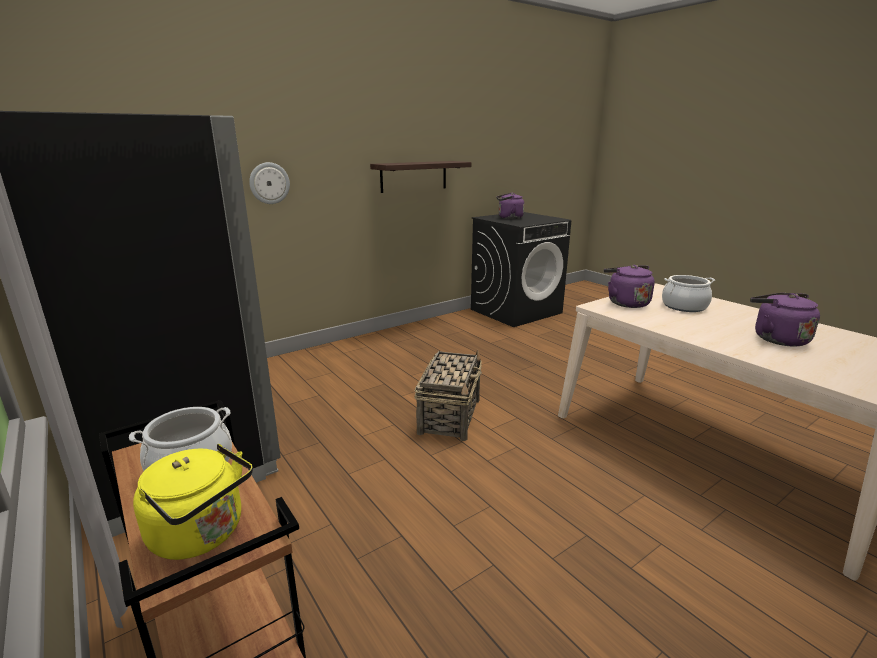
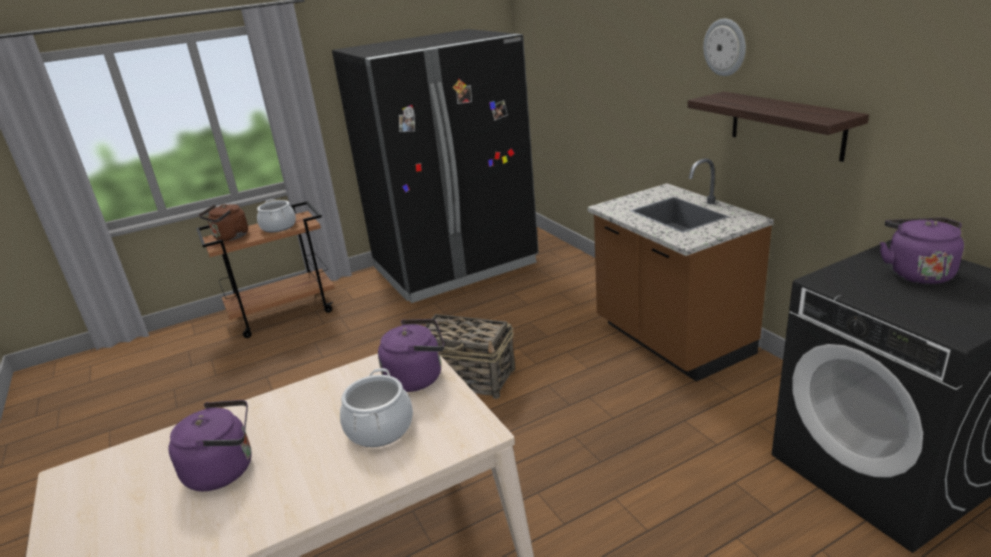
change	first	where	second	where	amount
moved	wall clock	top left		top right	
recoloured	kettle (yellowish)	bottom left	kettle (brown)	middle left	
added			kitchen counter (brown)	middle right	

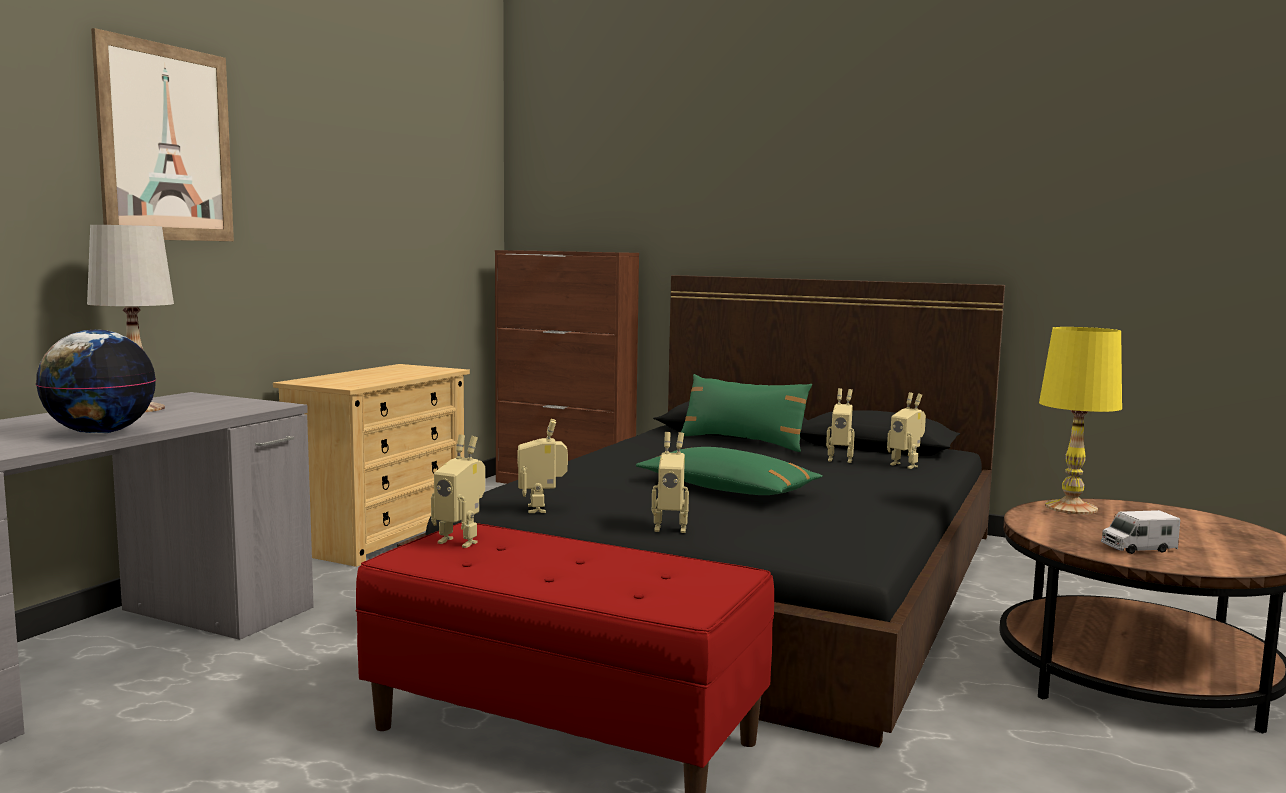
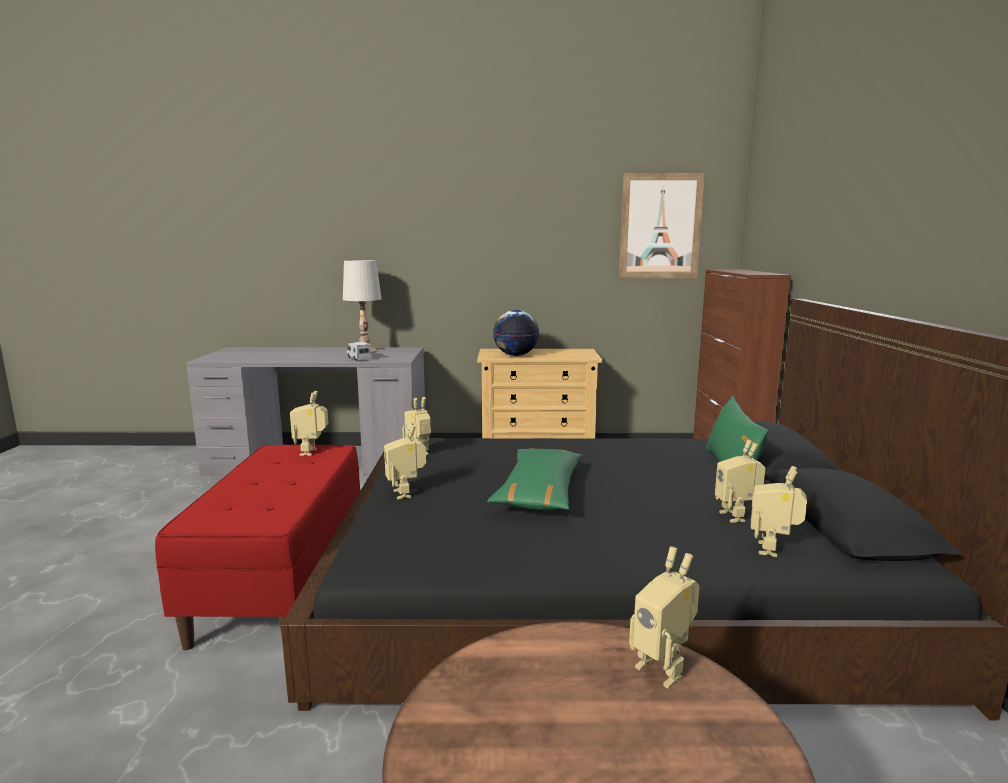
change	first	where	second	where	amount
moved	picture	top left		top centre	
replaced	table lamp (yellowish)	middle right	robot figure (4th from left)	bottom centre	
moved	globe	middle left		centre	
moved	model truck	bottom right		centre	

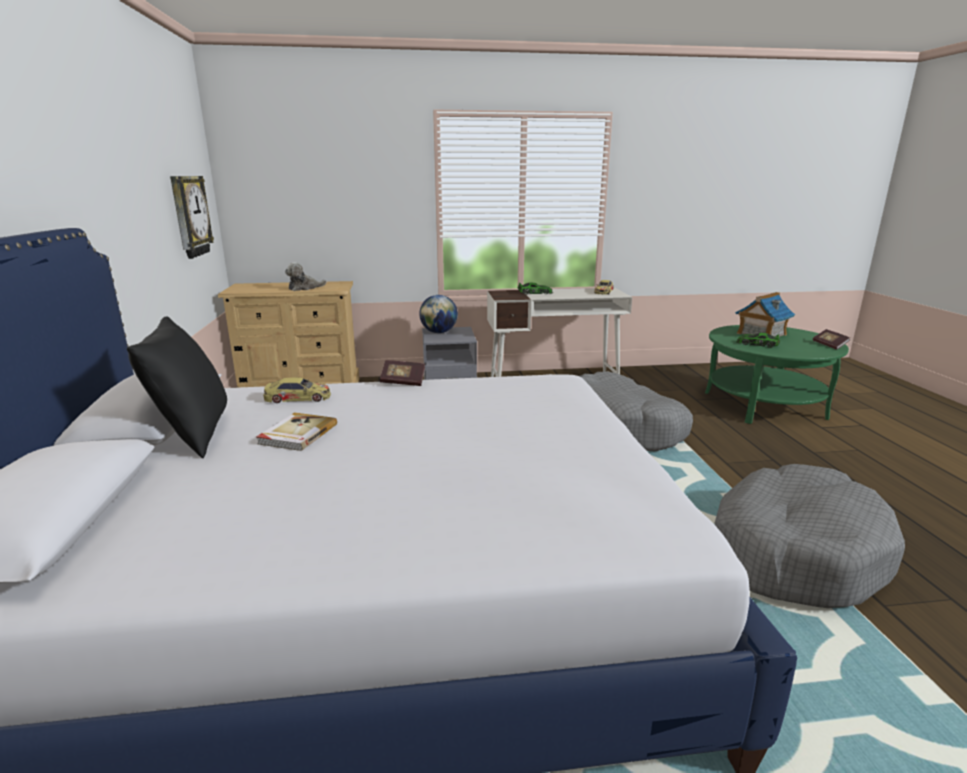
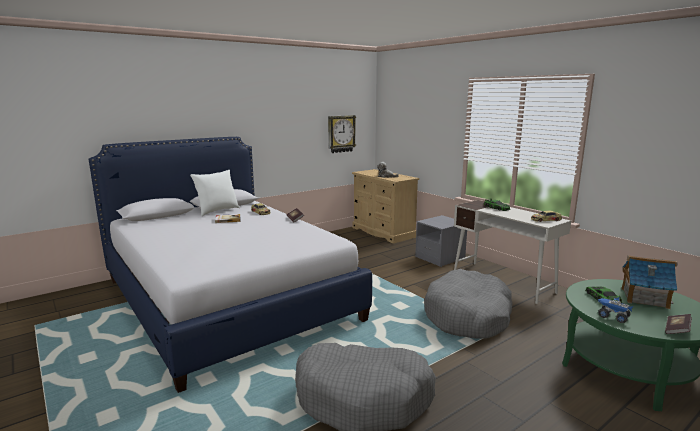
change	first	where	second	where	amount
removed	globe	centre			
recoloured	throw pillow (black)	middle left	throw pillow (whitish)	middle left	
added			model truck	bottom right	

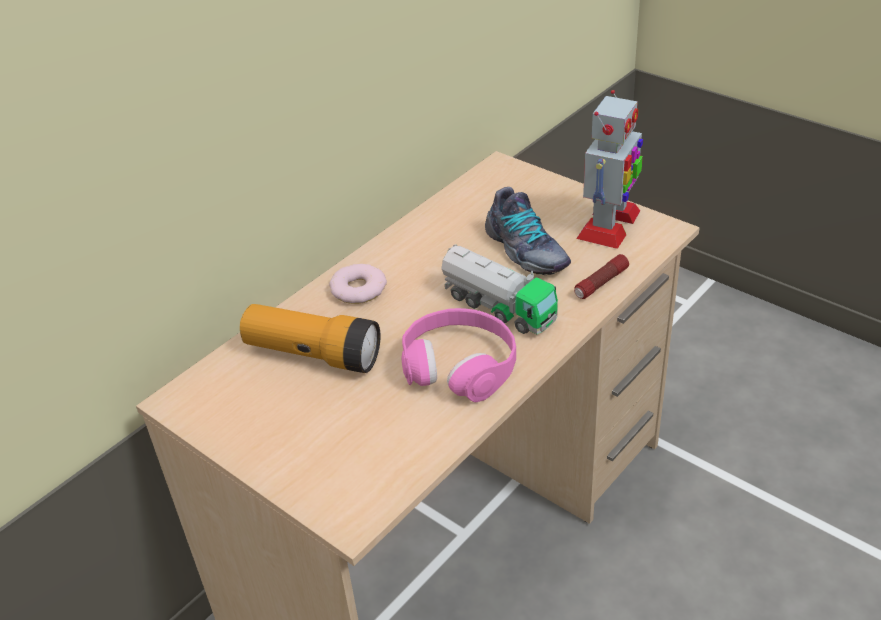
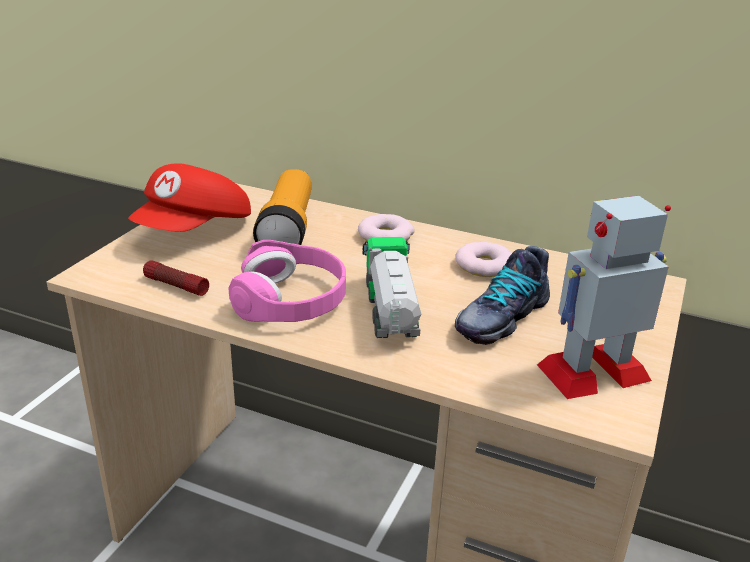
change	first	where	second	where	amount
turned	robot figure	top right		middle right	150 degrees clockwise
turned	model truck	centre		centre	150 degrees clockwise
moved	torch (2nd from left in the first image)	middle right	torch (1st from left)	middle left	
added			cap (reddish)	middle left	
added			donut (2nd from left)	centre	

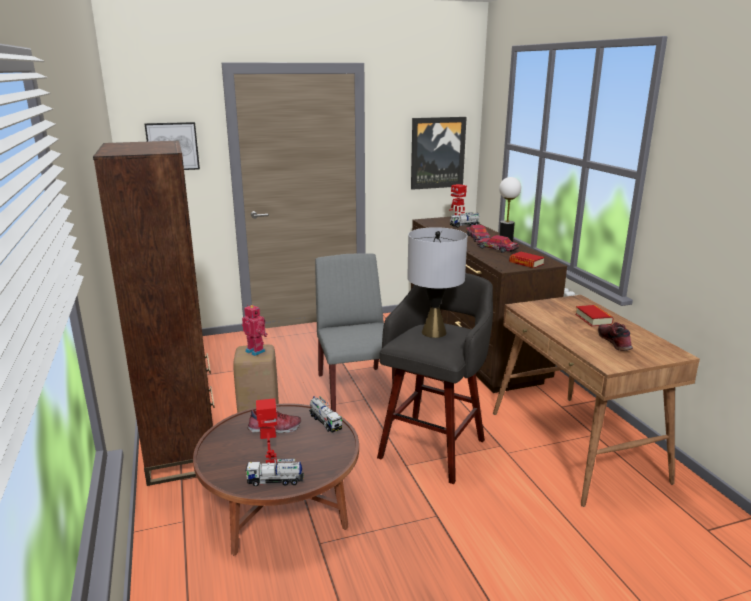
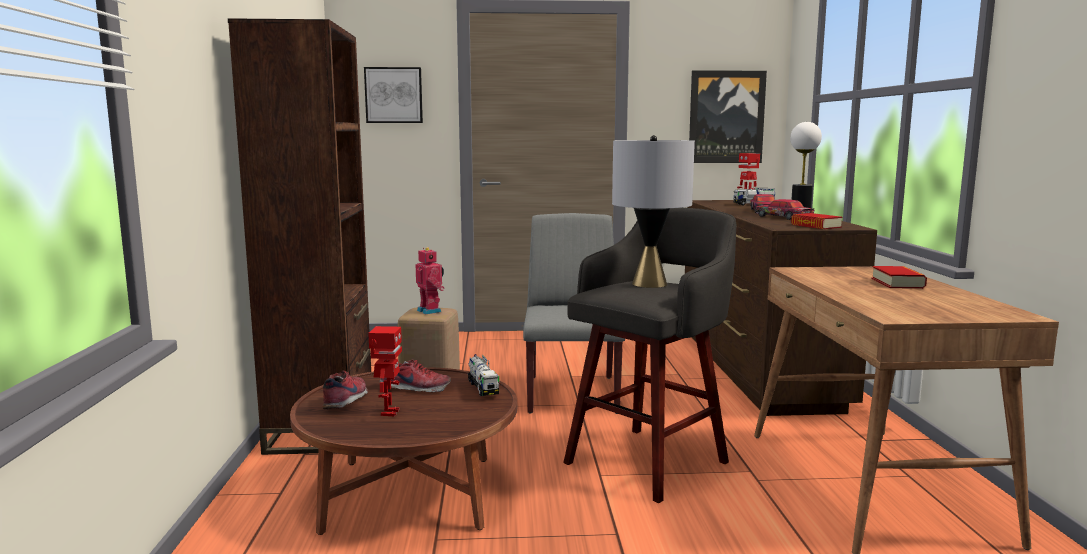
change	first	where	second	where	amount
moved	low shoe (2nd from left in the first image)	middle right	low shoe (1st from left)	bottom left	
removed	model truck (1st from left)	bottom centre			

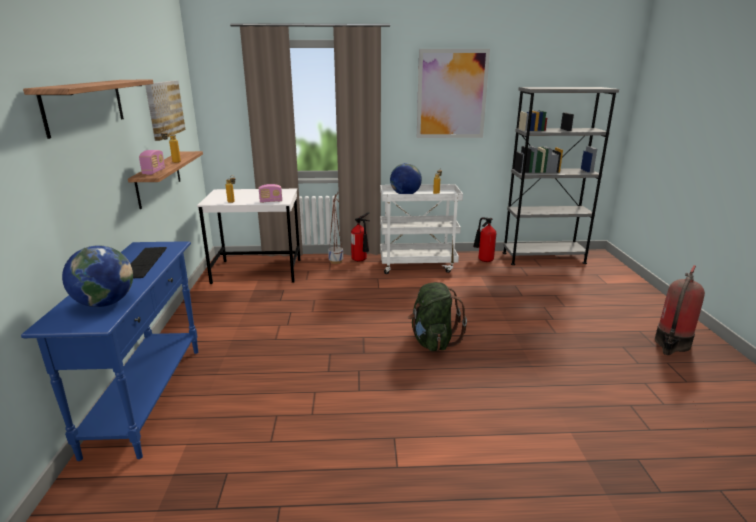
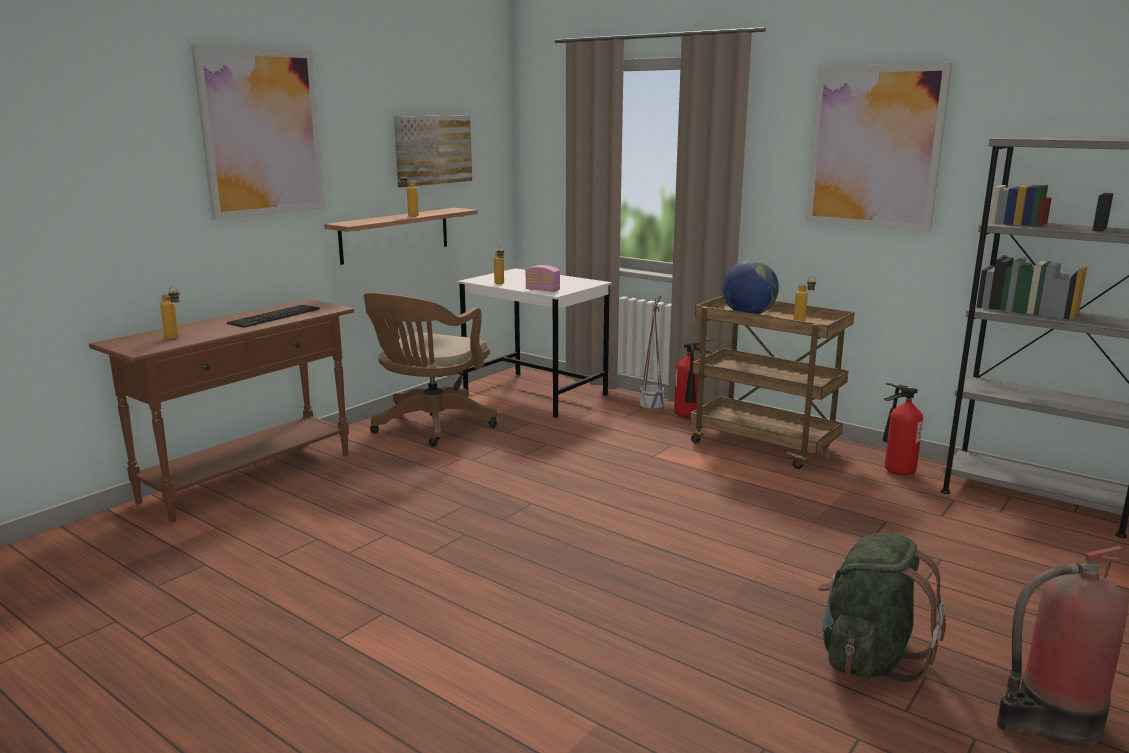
change	first	where	second	where	amount
replaced	shelf (1st from left)	top left	picture (1st from left)	top left	
removed	radio set (1st from left)	top left			
recoloured	cart (whitish)	centre	cart (brown)	middle right	
recoloured	narrow table (bluish)	bottom left	narrow table (brown)	middle left	
replaced	globe (1st from left)	middle left	bottle (1st from left)	middle left	
moved	knapsack (green)	centre		bottom right	
added			office chair (brown)	centre	

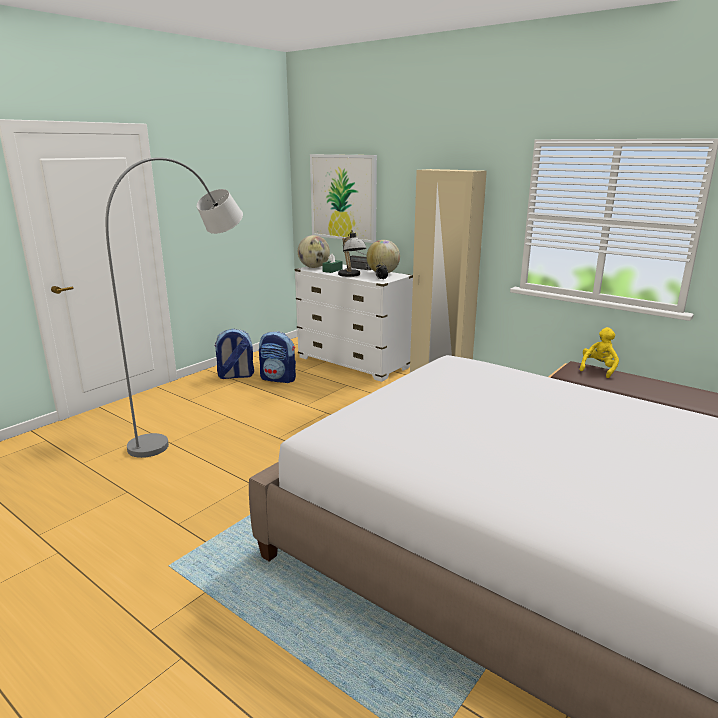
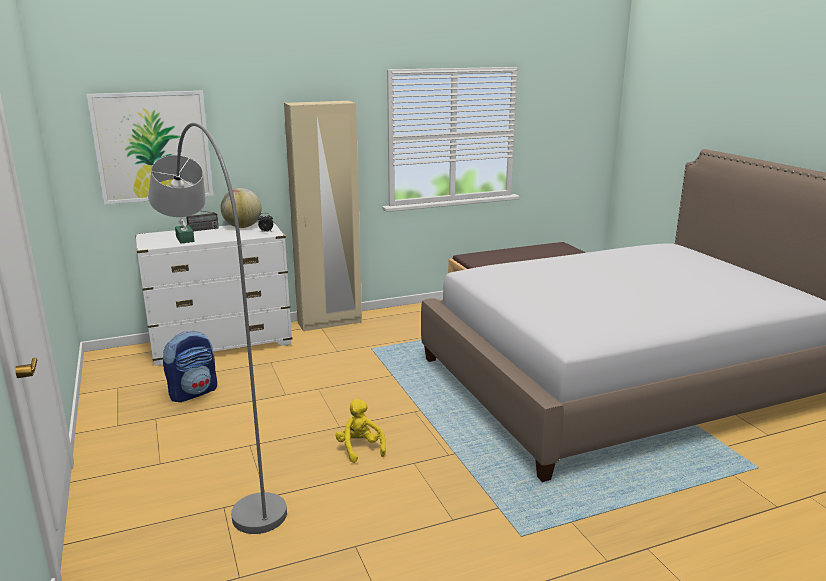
change	first	where	second	where	amount
removed	table lamp	centre			
removed	globe (1st from left)	centre			
moved	cuddly toy (yellowish)	middle right		bottom centre	
removed	knapsack (1st from left)	middle left			

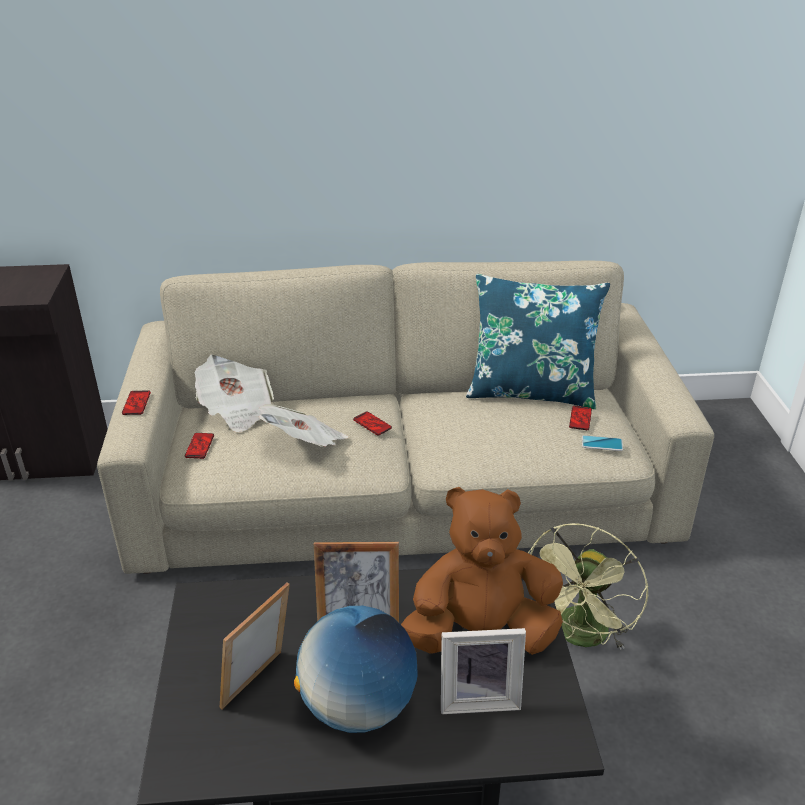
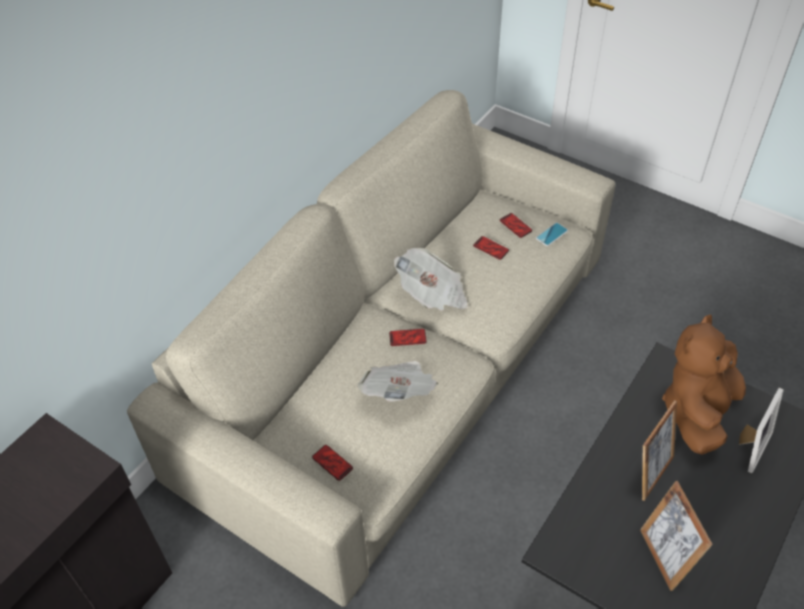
change	first	where	second	where	amount
removed	throw pillow (bluish)	middle right			
moved	newspaper (1st from left in the first image)	middle left	newspaper (2nd from left)	centre	
moved	telephone (1st from left in the first image)	middle left	telephone (3rd from left)	centre	
removed	electric fan (green)	bottom right			
removed	globe	bottom centre			

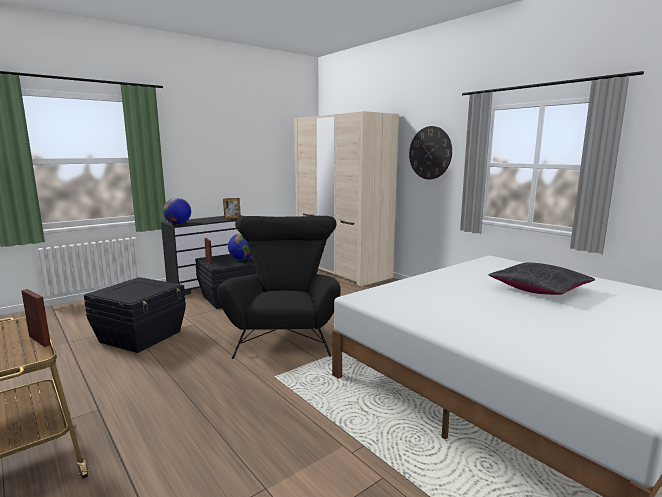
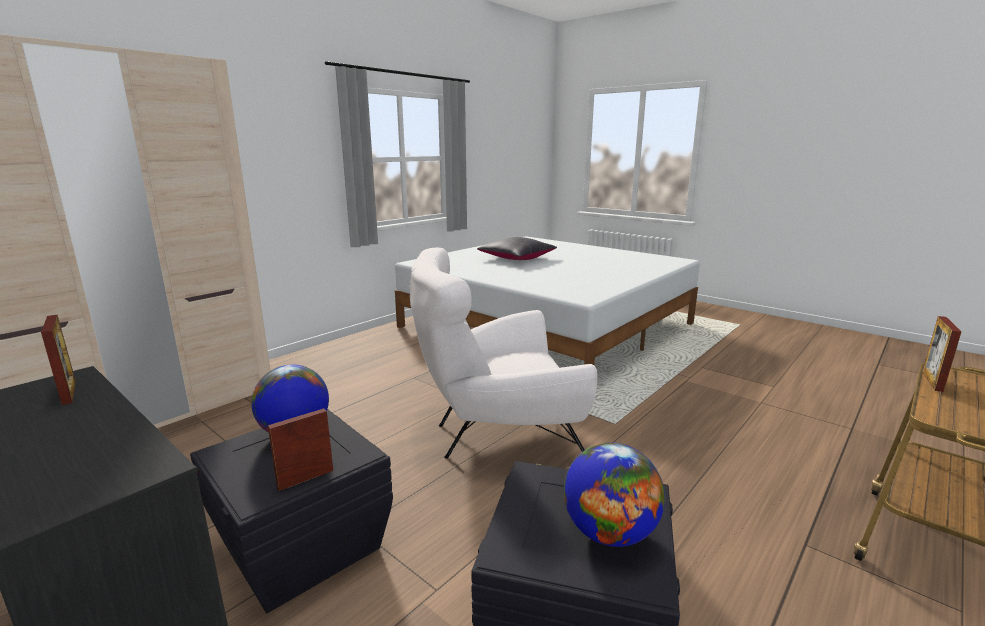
change	first	where	second	where	amount
removed	wall clock	top centre			
moved	globe (1st from left in the first image)	middle left	globe (2nd from left)	bottom centre	
recoloured	armchair (black)	centre	armchair (whitish)	centre	

